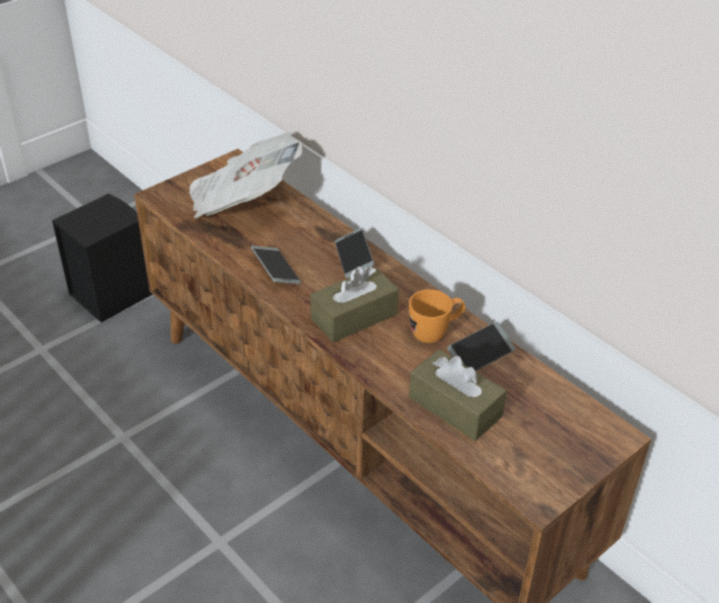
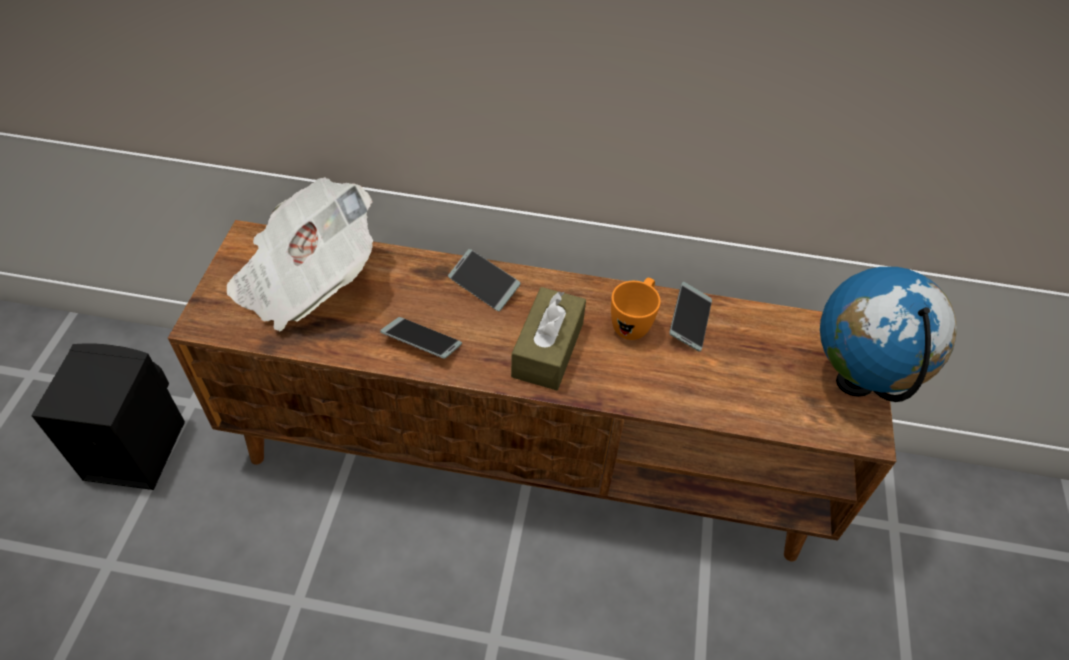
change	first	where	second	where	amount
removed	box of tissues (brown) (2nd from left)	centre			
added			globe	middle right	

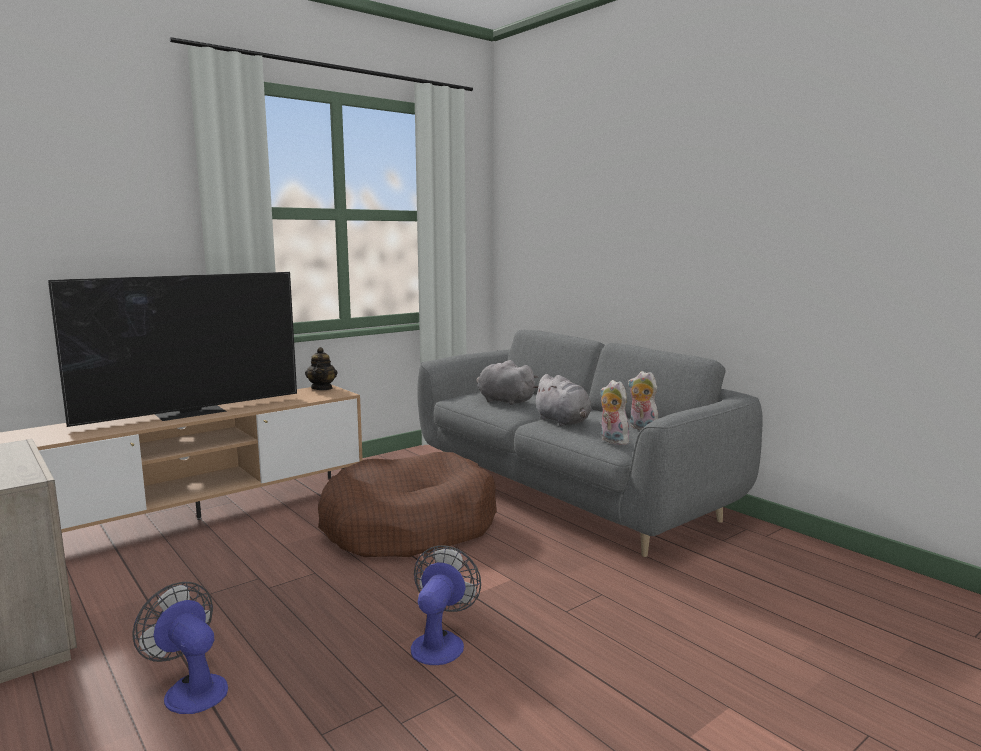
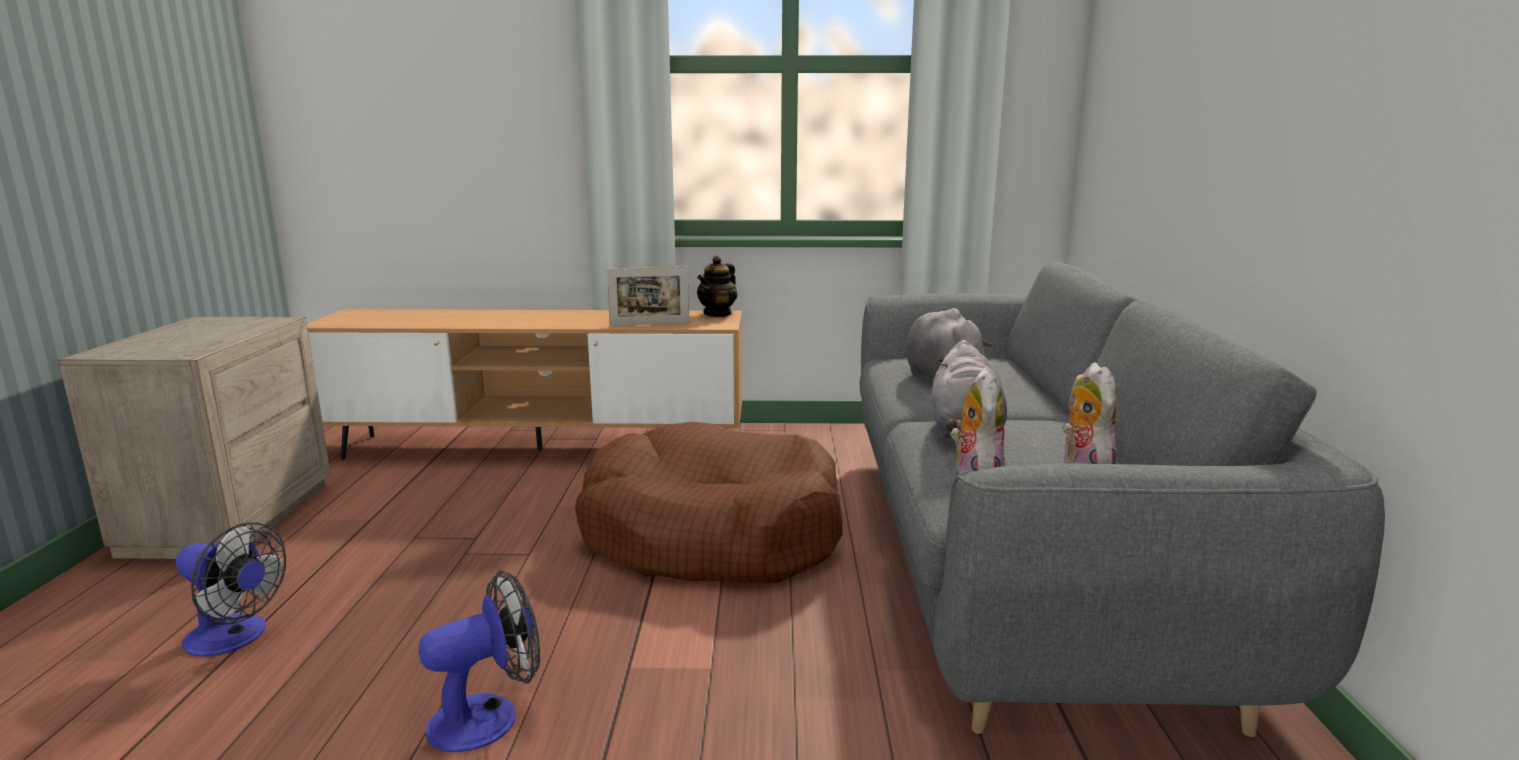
change	first	where	second	where	amount
removed	TV	middle left			
turned	electric fan (1st from left)	bottom left		bottom left	120 degrees clockwise
added			picture frame	centre	

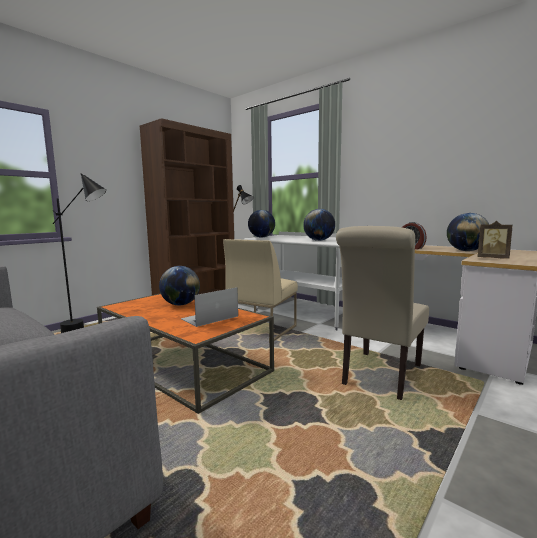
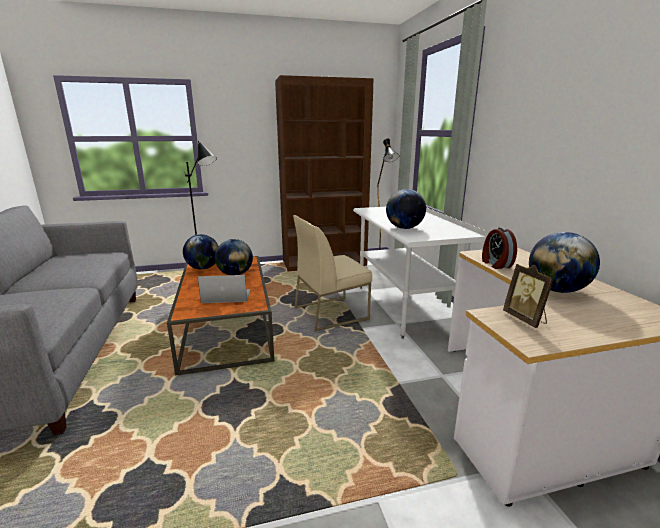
change	first	where	second	where	amount
moved	globe (2nd from left in the first image)	centre	globe (1st from left)	middle left	
removed	upright chair (beige) (2nd from left)	middle right			

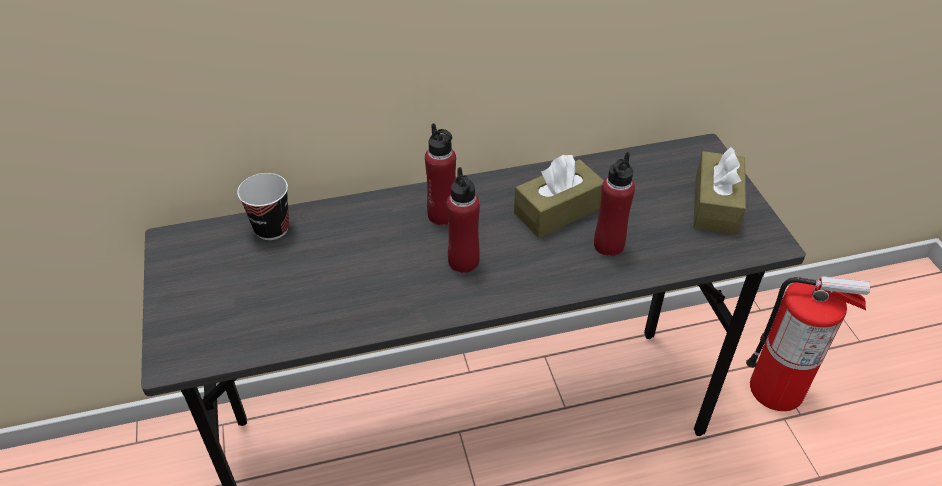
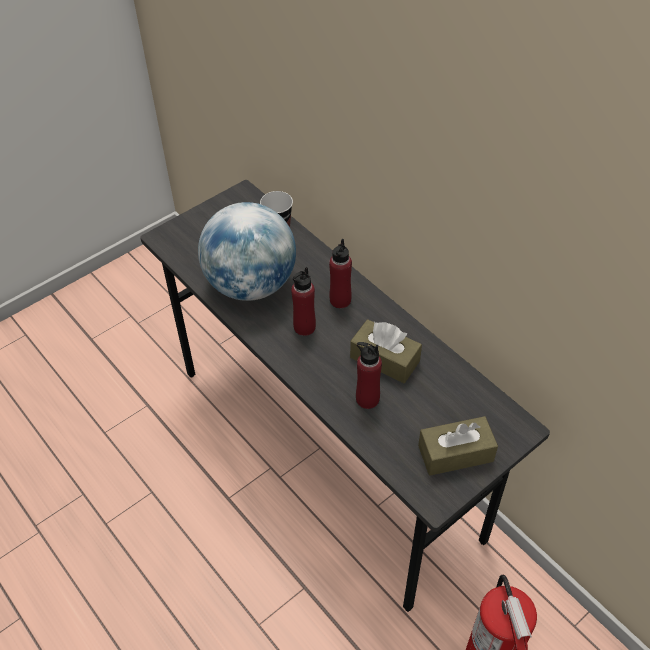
change	first	where	second	where	amount
added			globe	centre	

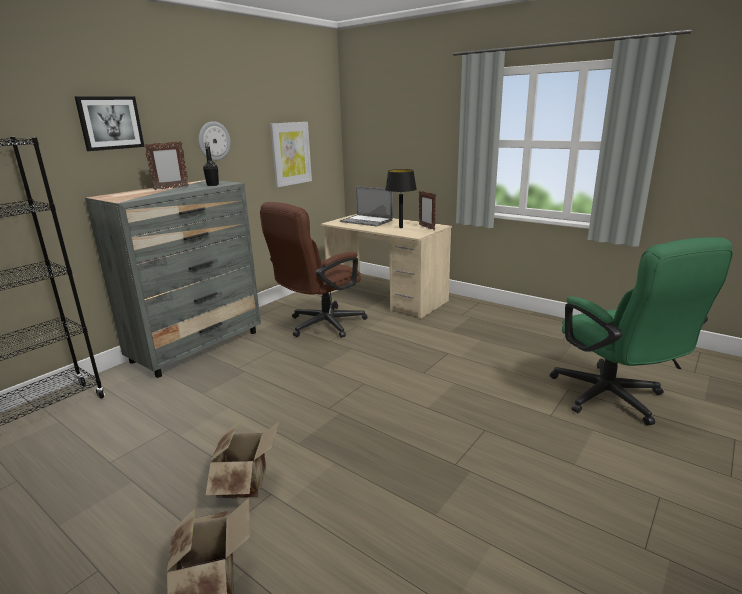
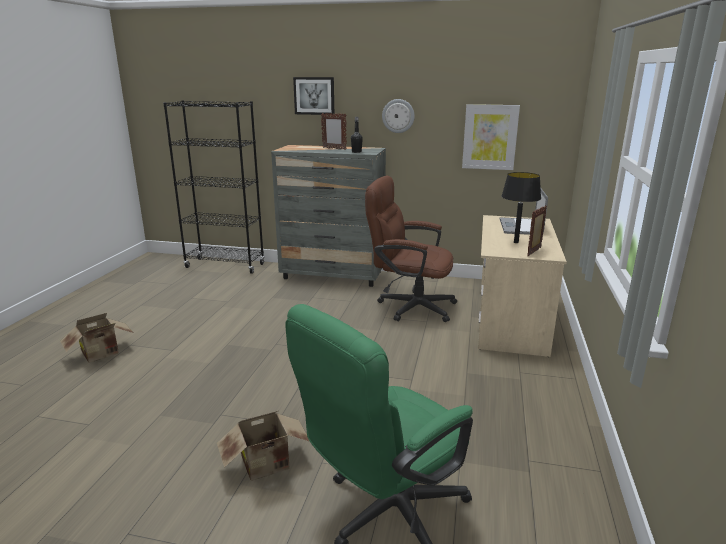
change	first	where	second	where	amount
moved	cardboard box (2nd from left)	bottom left		bottom centre	

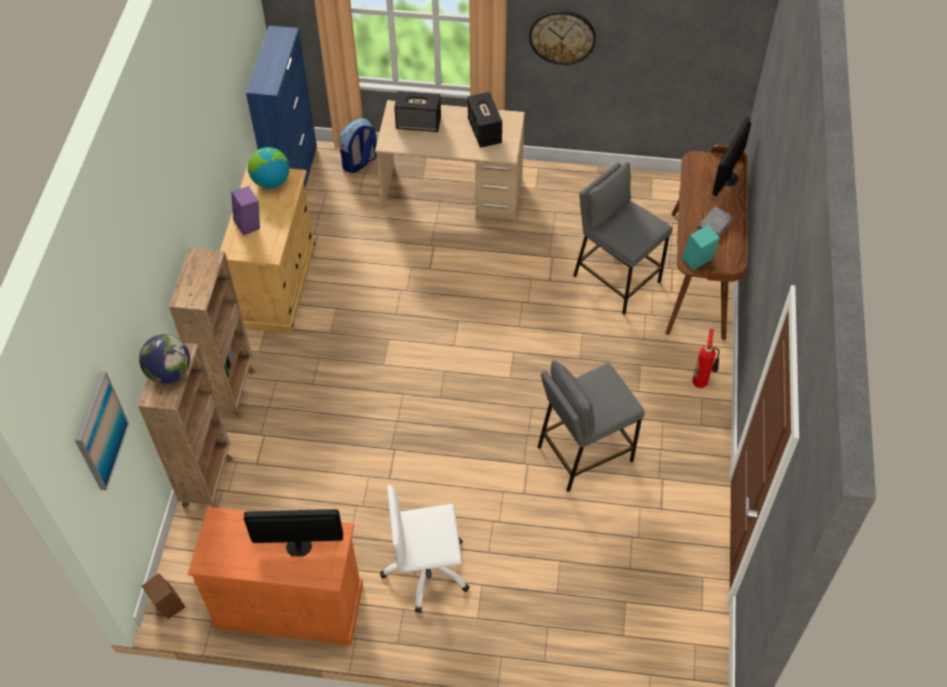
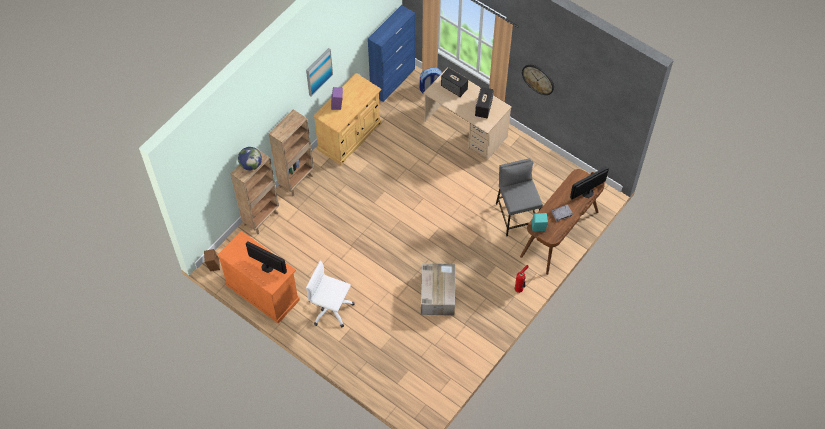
change	first	where	second	where	amount
removed	globe (2nd from left)	top left			
replaced	sitting stool (grey) (1st from left)	centre	cardboard box	bottom centre	
moved	picture	middle left		top centre	

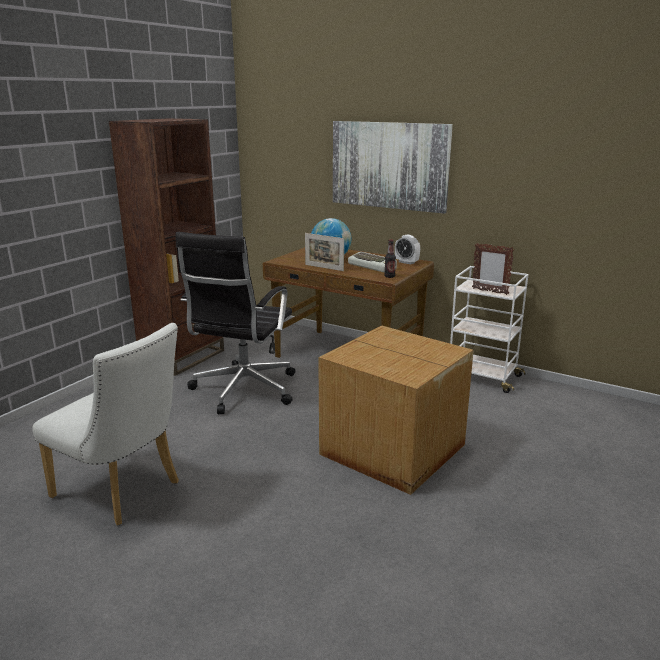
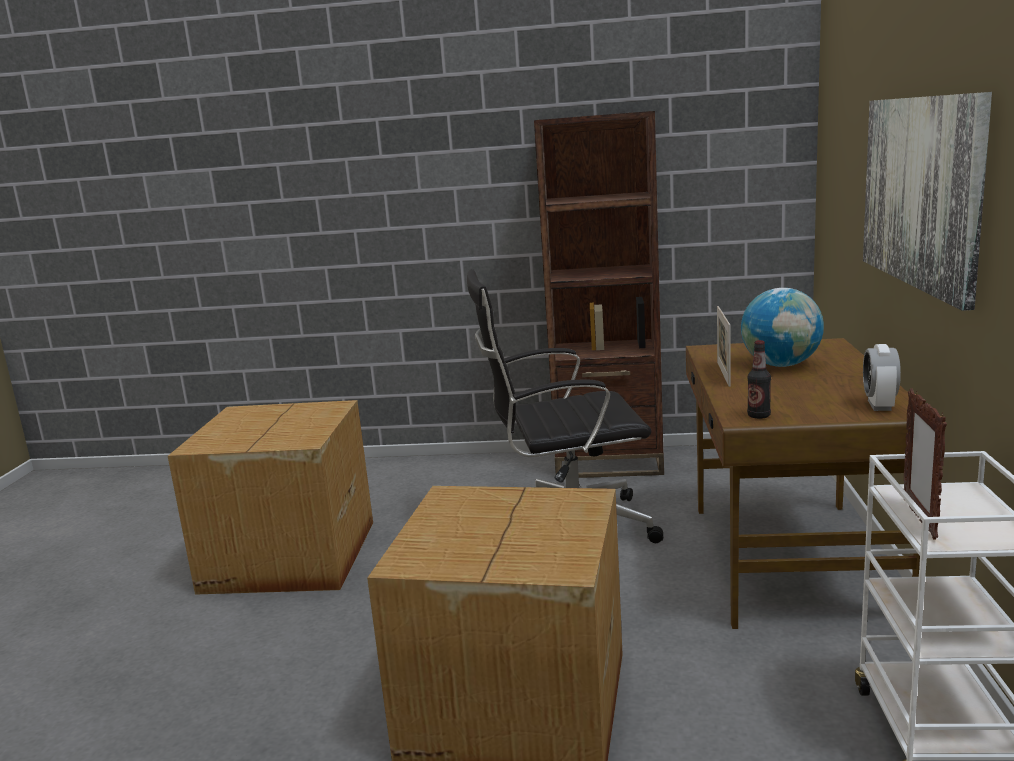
change	first	where	second	where	amount
removed	PC keyboard	centre			
replaced	upright chair (whitish)	middle left	cardboard box (1st from left)	middle left	

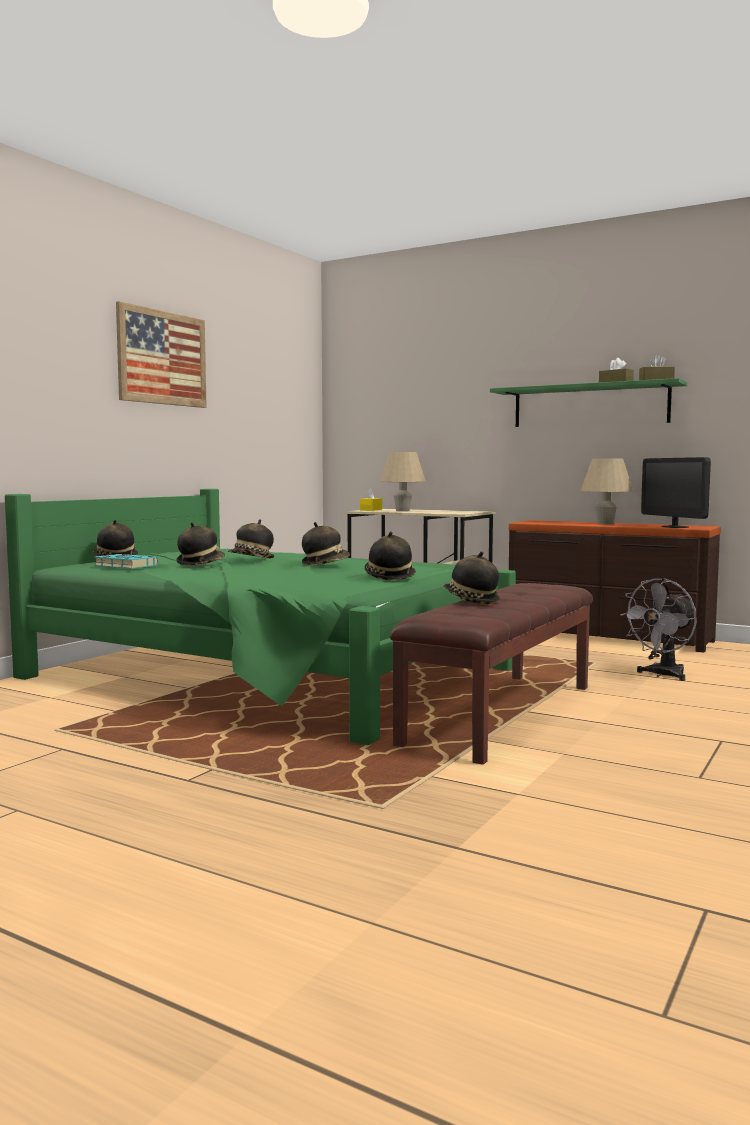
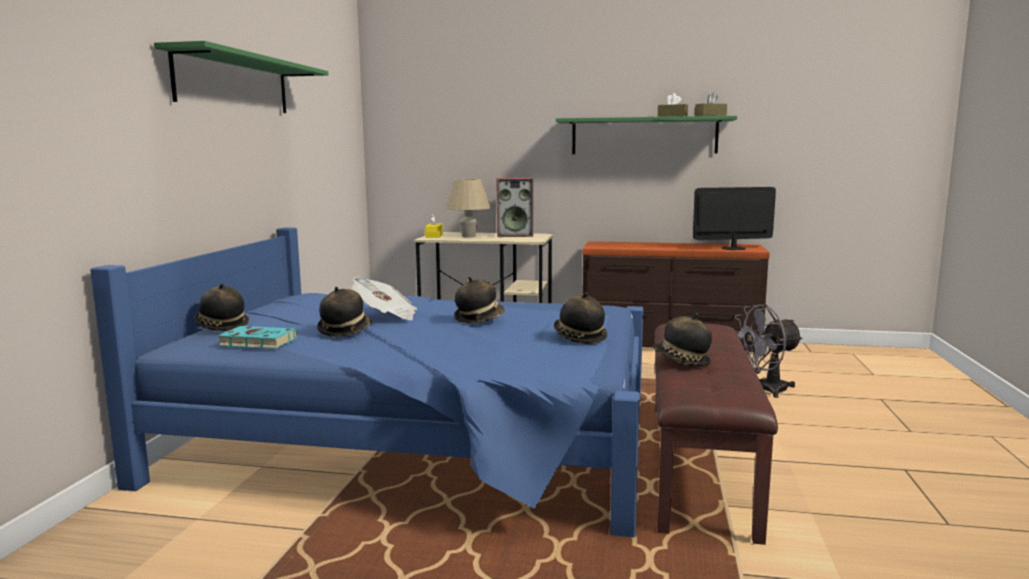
change	first	where	second	where	amount
replaced	picture	top left	shelf (green) (1st from left)	top left	
turned	computer display	middle right		middle right	120 degrees clockwise
removed	table lamp (beige) (2nd from left)	middle right			
recoloured	sleeping bed (green)	centre	sleeping bed (bluish)	centre	
replaced	clothing hat (3rd from left)	centre	newspaper	centre	
turned	electric fan (grey)	middle right		middle right	45 degrees clockwise
added			audio speaker	centre	

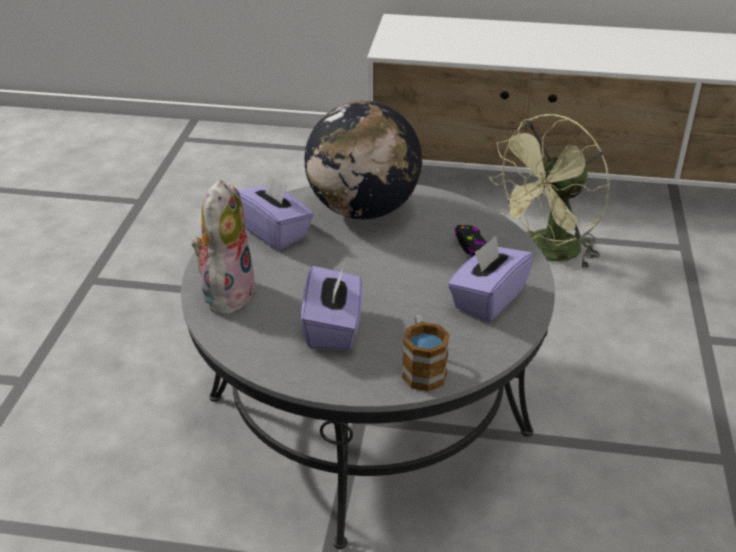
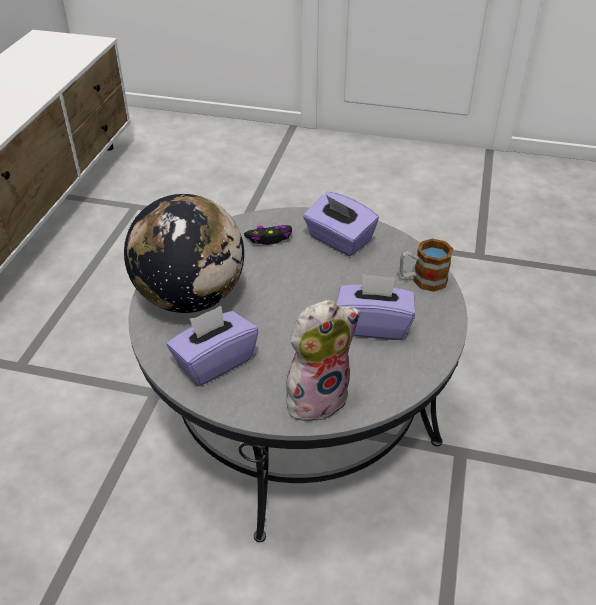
change	first	where	second	where	amount
removed	electric fan (green)	middle right			
turned	cuddly toy	middle left		centre	135 degrees clockwise

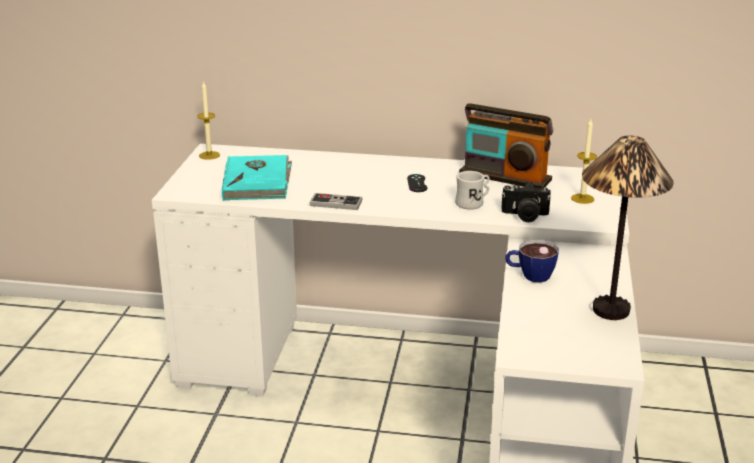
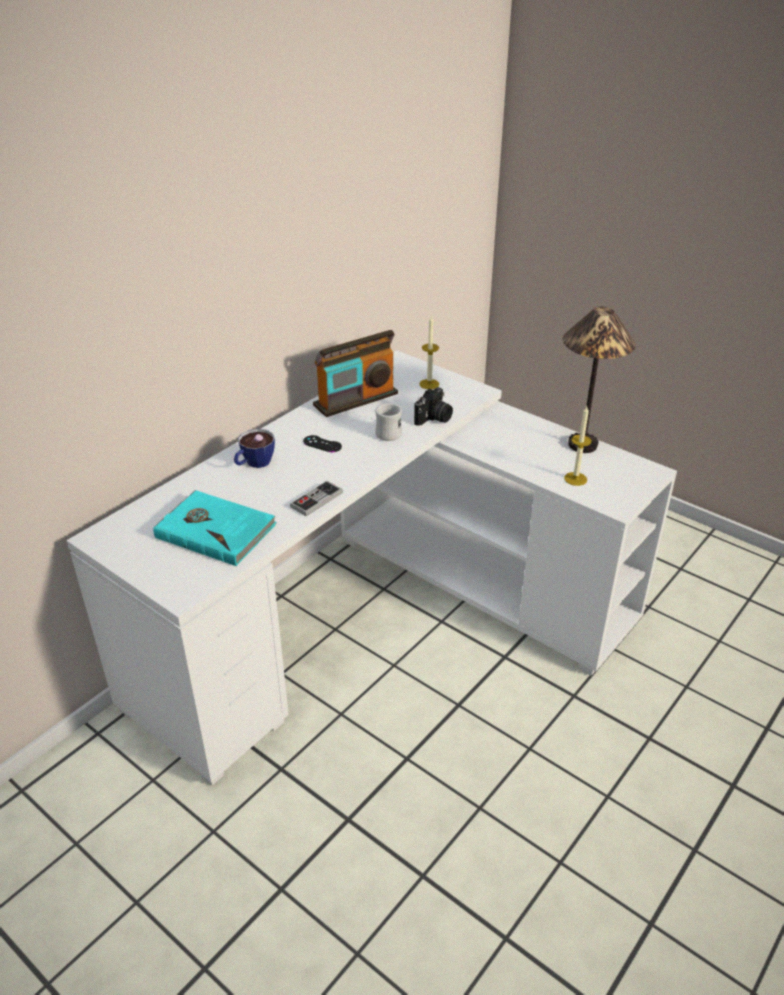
change	first	where	second	where	amount
moved	candle (1st from left in the first image)	top left	candle (2nd from left)	middle right	
moved	drinking cup	middle right		middle left	

